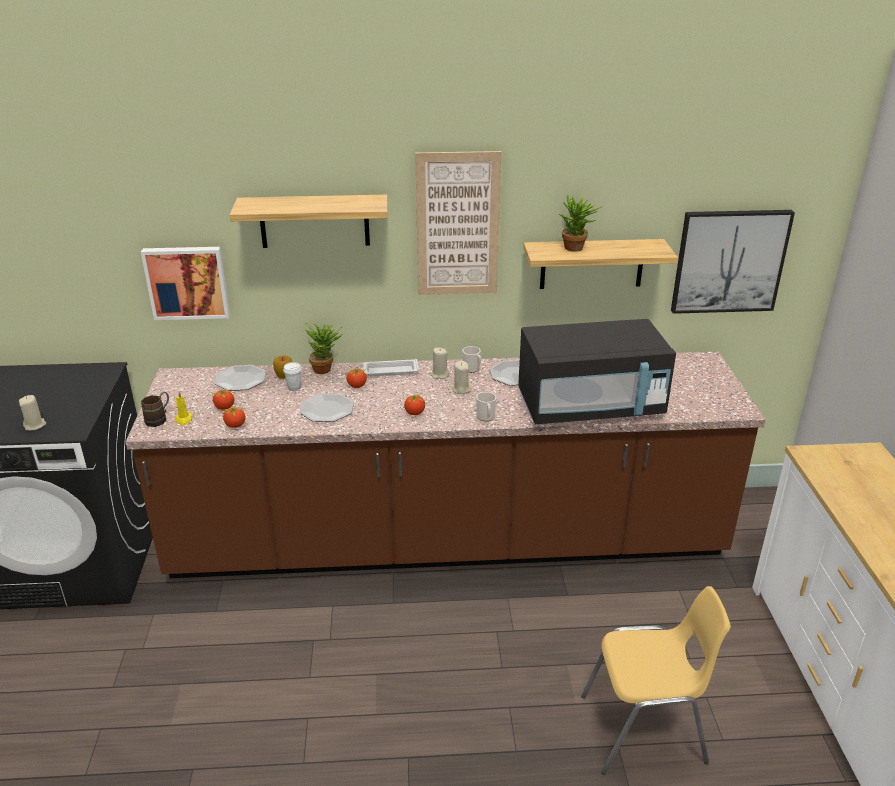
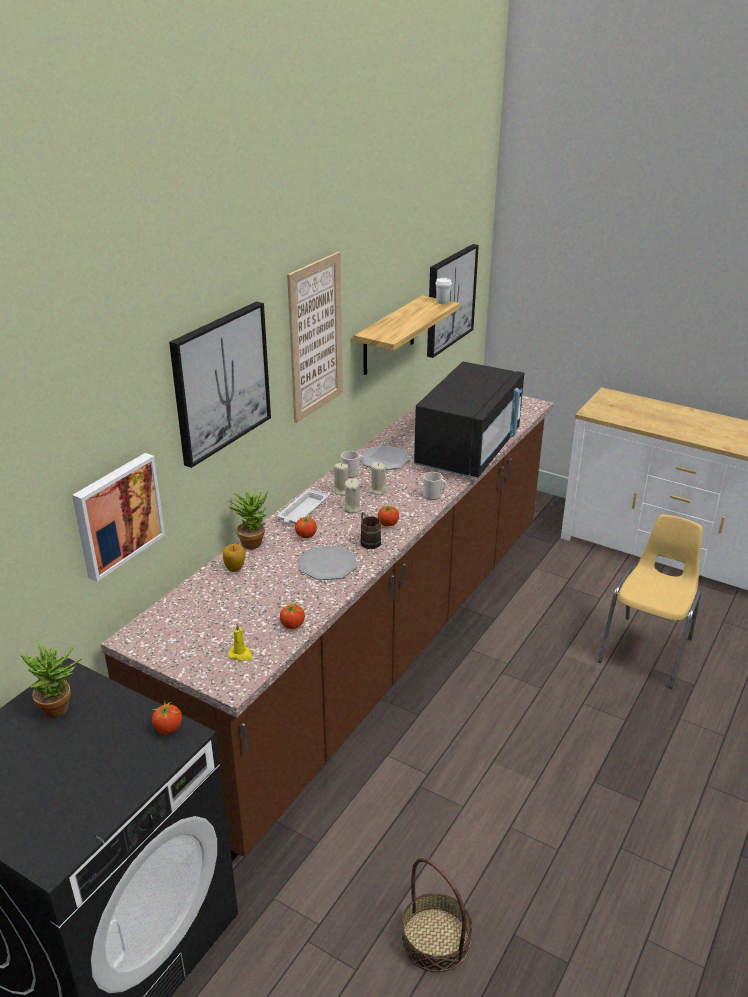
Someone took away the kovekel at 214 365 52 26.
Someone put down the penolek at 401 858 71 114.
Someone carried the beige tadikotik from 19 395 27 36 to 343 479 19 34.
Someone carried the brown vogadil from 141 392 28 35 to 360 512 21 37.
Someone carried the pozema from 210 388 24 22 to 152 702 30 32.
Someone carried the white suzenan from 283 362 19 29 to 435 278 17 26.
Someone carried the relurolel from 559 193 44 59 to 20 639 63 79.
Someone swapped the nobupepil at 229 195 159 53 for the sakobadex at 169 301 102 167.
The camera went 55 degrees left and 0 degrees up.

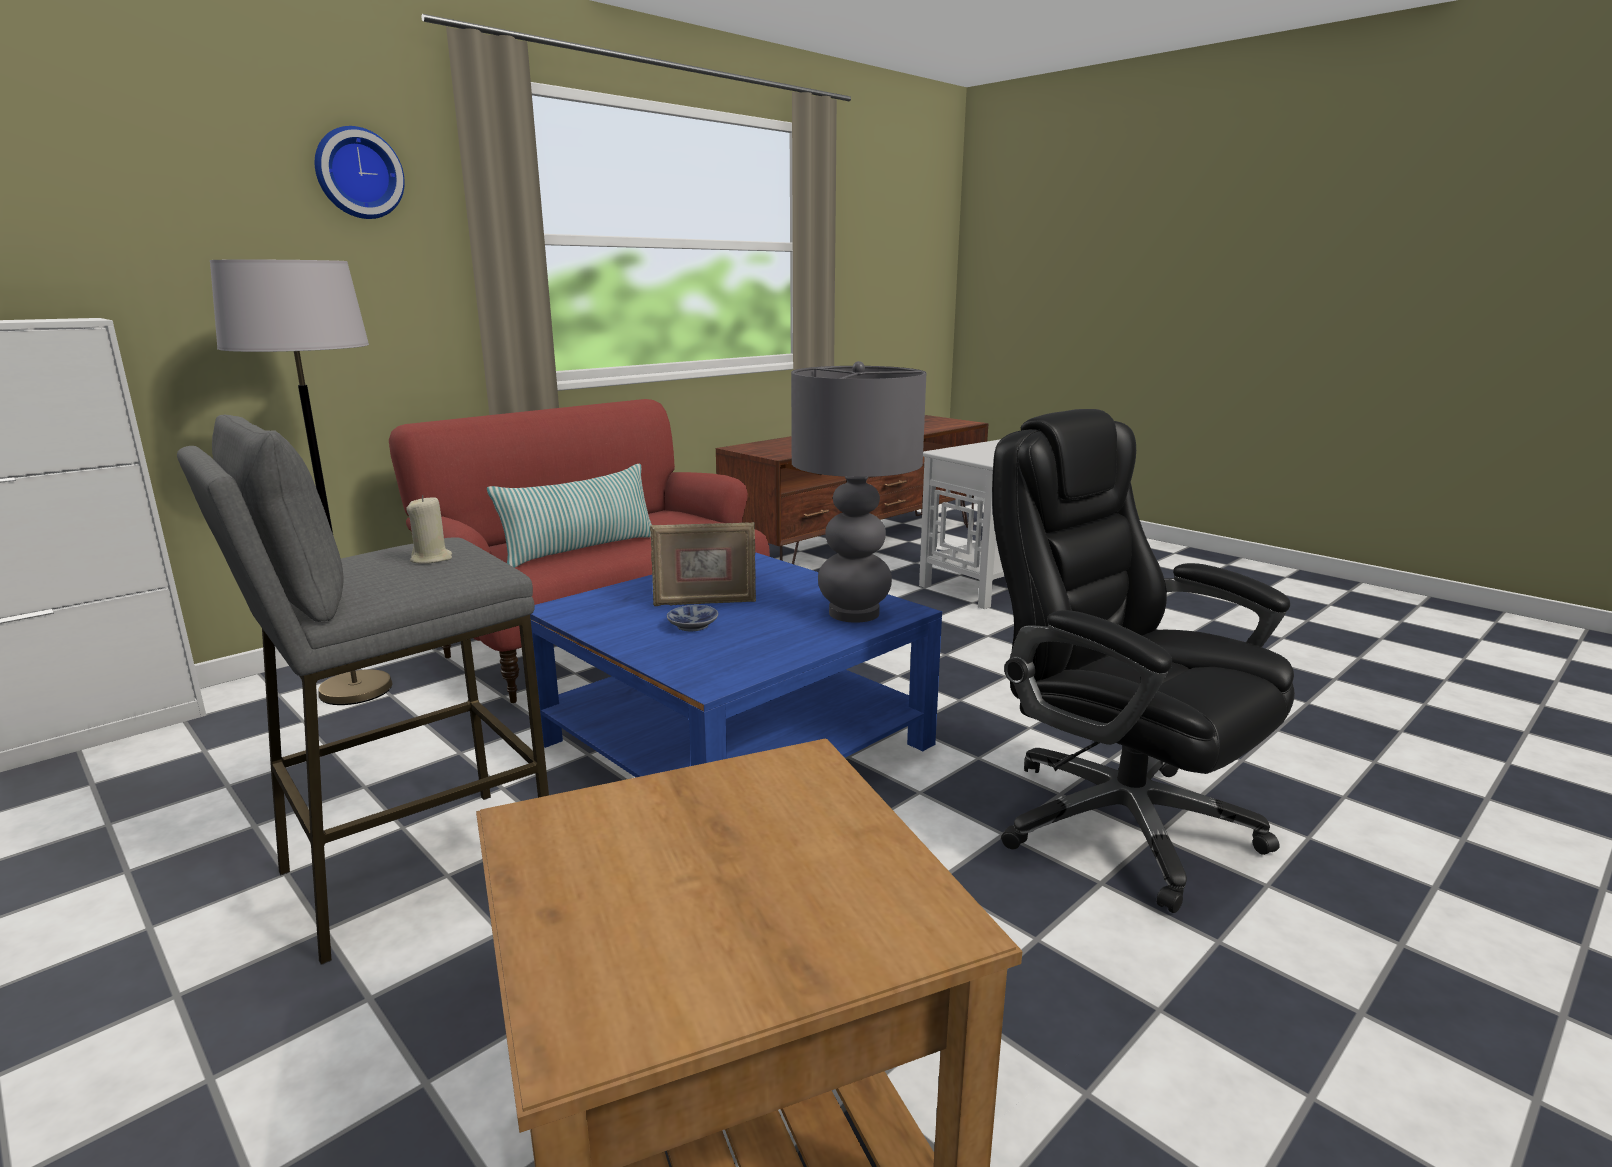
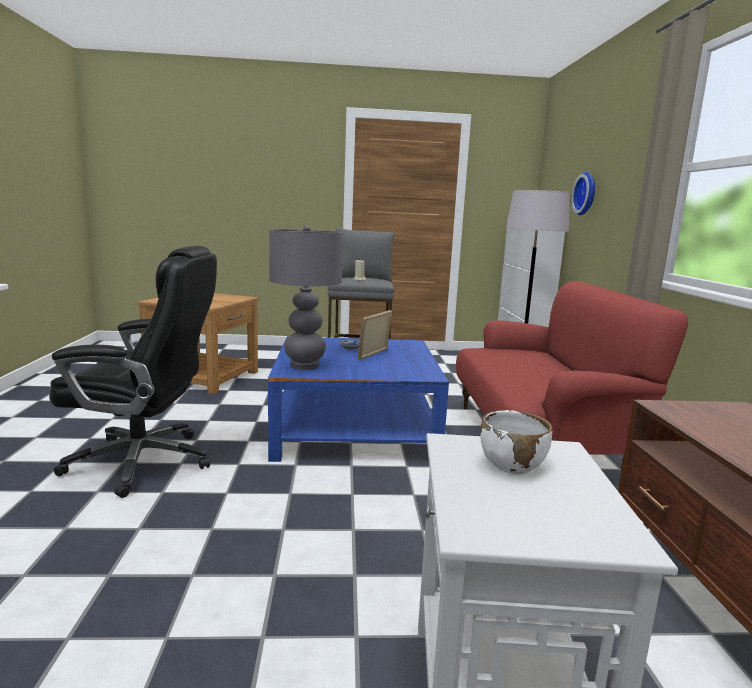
Someone took away the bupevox at 487 464 165 104.
Someone put down the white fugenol at 480 410 73 64.
Someone carried the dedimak from 315 126 90 93 to 571 172 24 43.
The camera went 130 degrees right and 5 degrees down.

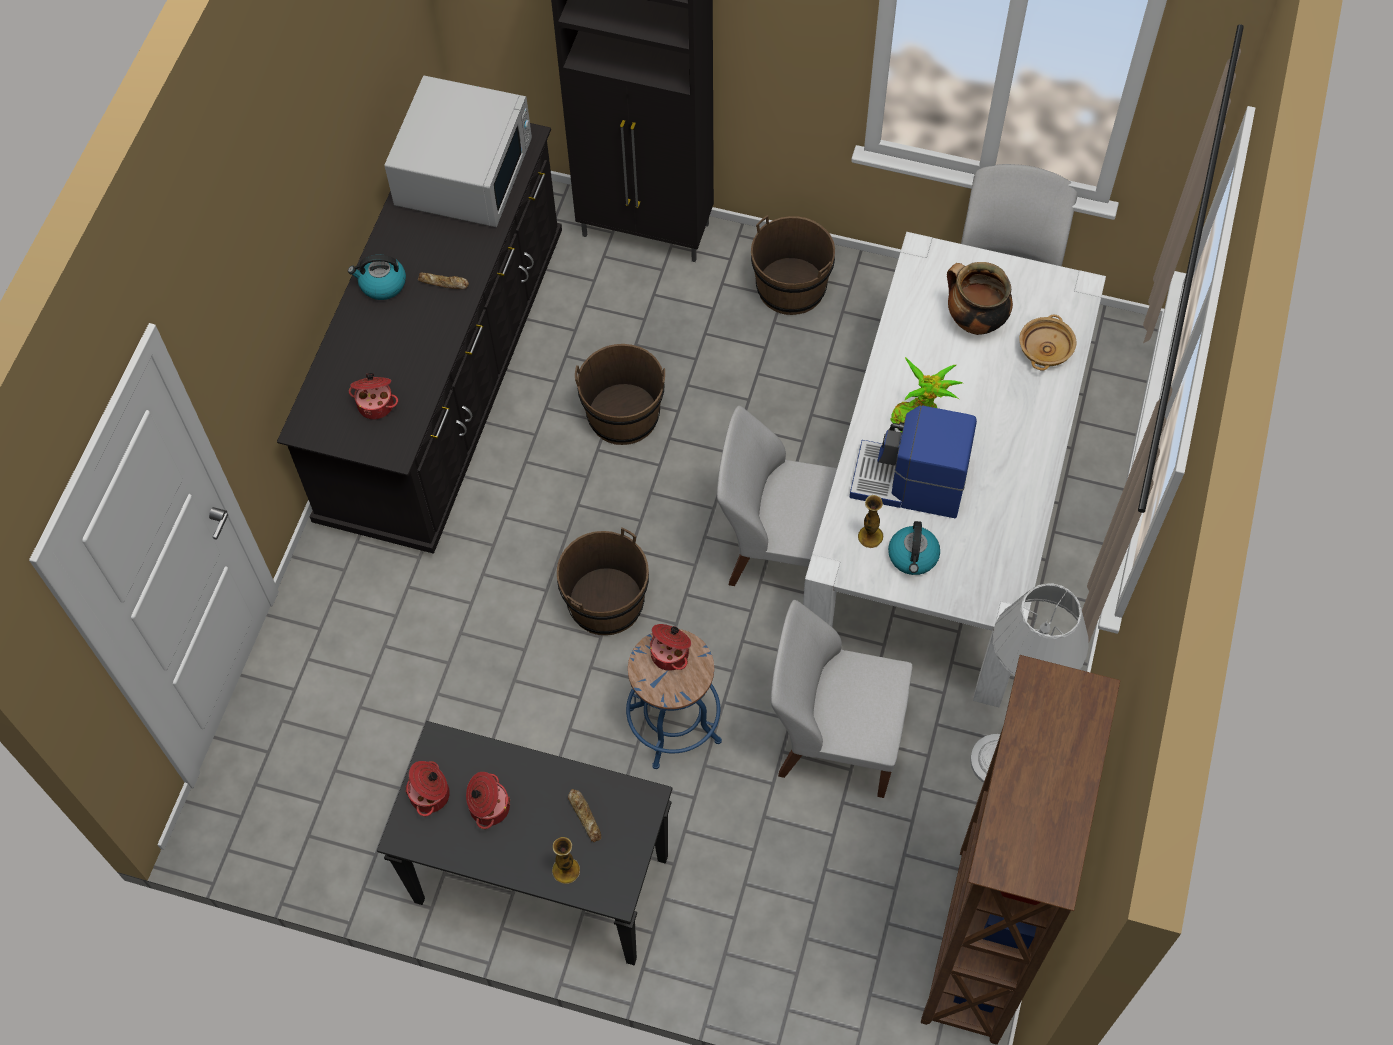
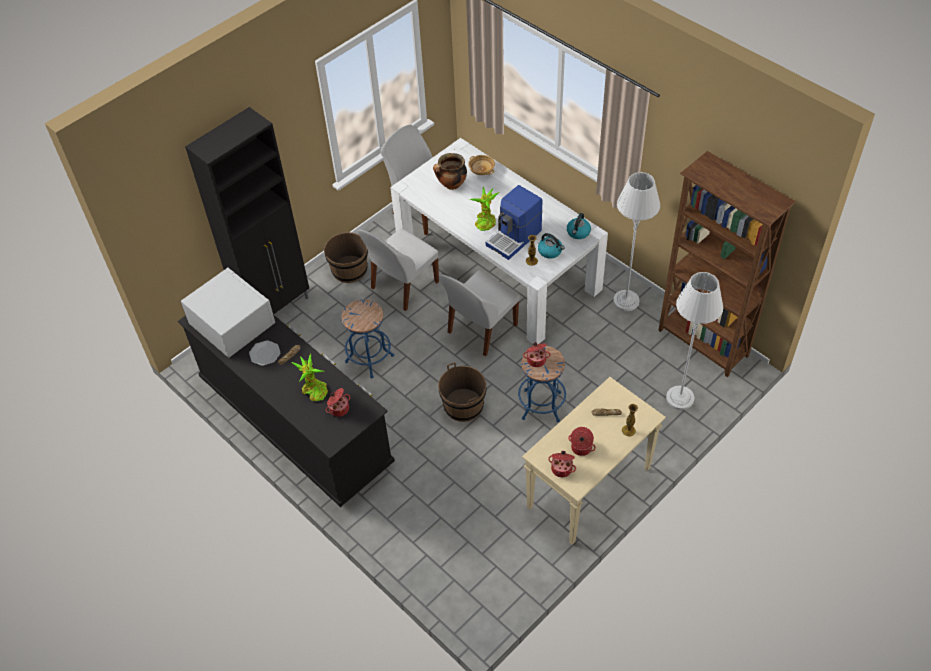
Someone put down the kovekel at 249 340 31 26.
Someone put down the relurolel at 291 353 37 48.
Someone put down the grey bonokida at 666 272 57 138.
Someone carried the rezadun from 348 255 58 45 to 567 213 24 26.
Someone carried the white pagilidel from 770 600 143 198 to 357 228 82 83.
Someone swapped the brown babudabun at 575 344 90 101 for the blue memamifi at 342 299 52 80.
Someone repainted the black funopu at 377 721 295 244, which became the beige funopu at 522 377 144 168.
The camera went 60 degrees left and 10 degrees down.

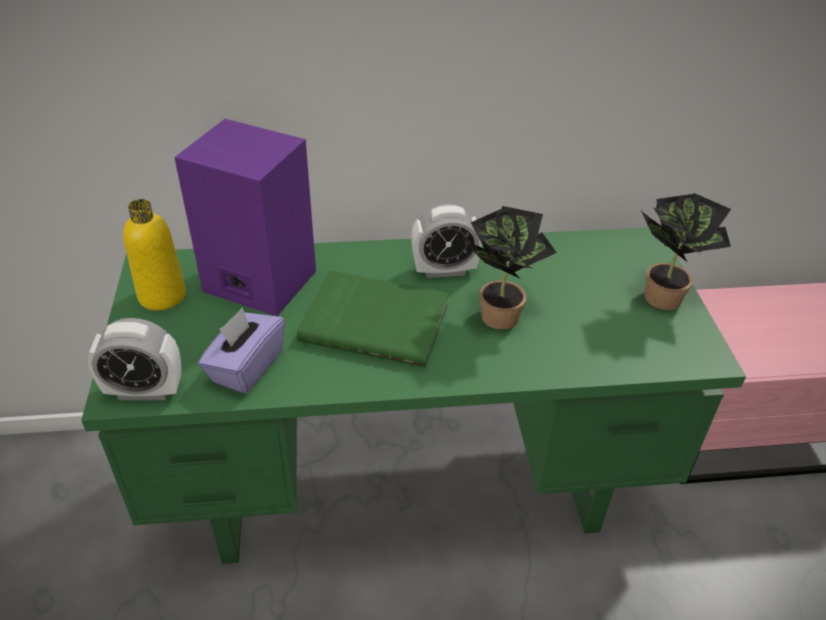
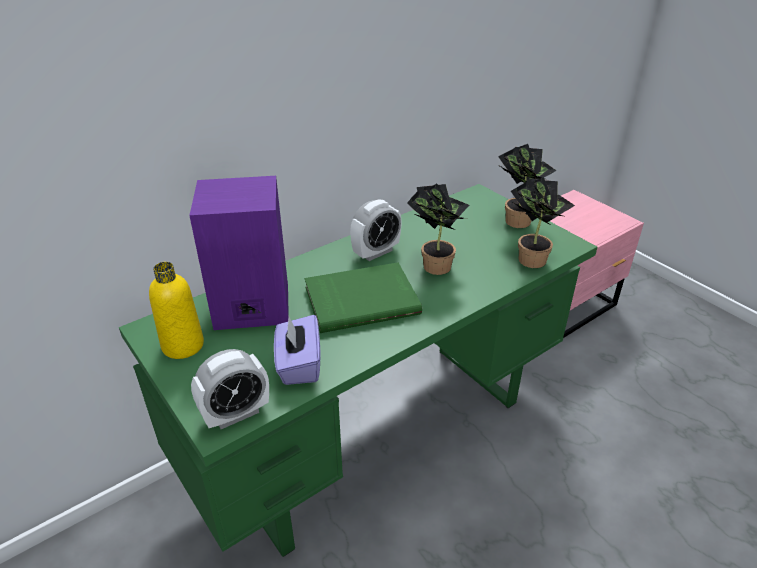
Someone put down the relurolel at 511 177 64 91.
The camera went 30 degrees left and 5 degrees down.

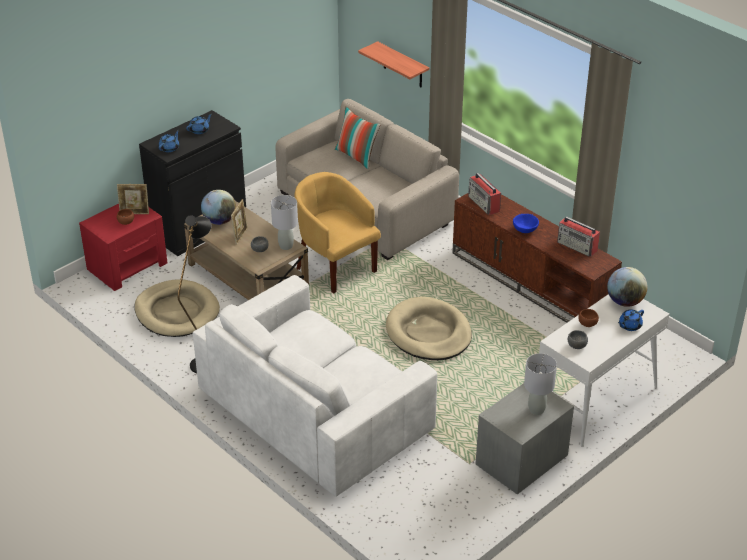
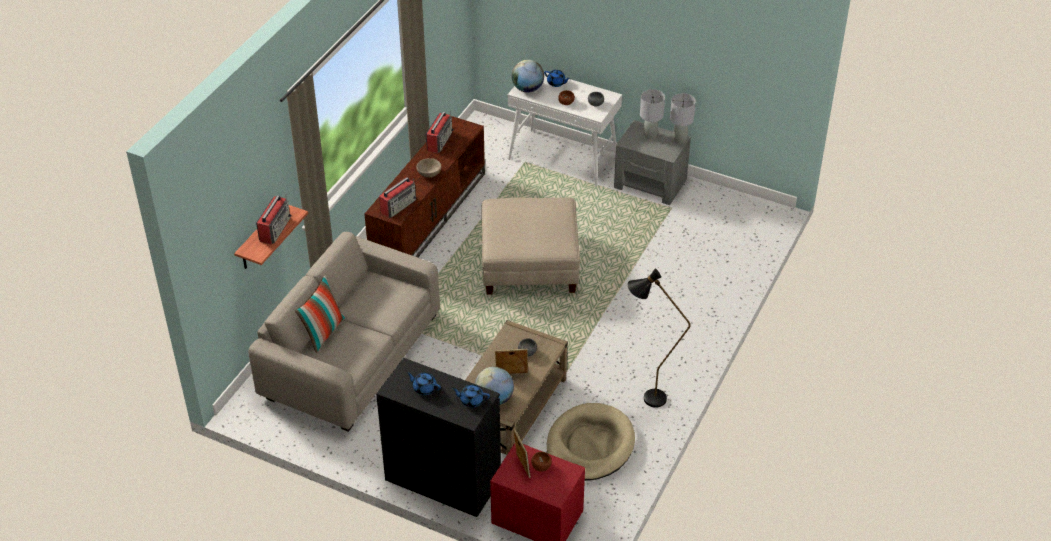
Someone took away the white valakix at 193 275 244 222.
Someone took away the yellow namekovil at 295 172 86 121.
Someone put down the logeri at 256 194 35 51.
Someone carried the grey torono from 271 195 27 55 to 670 93 26 51.
Someone swapped the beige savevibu at 386 296 86 64 for the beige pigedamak at 481 197 99 98.
Someone repainted the blue fugenol at 513 214 26 19, which became the beige fugenol at 416 158 25 20.
The camera went 110 degrees left and 5 degrees up.

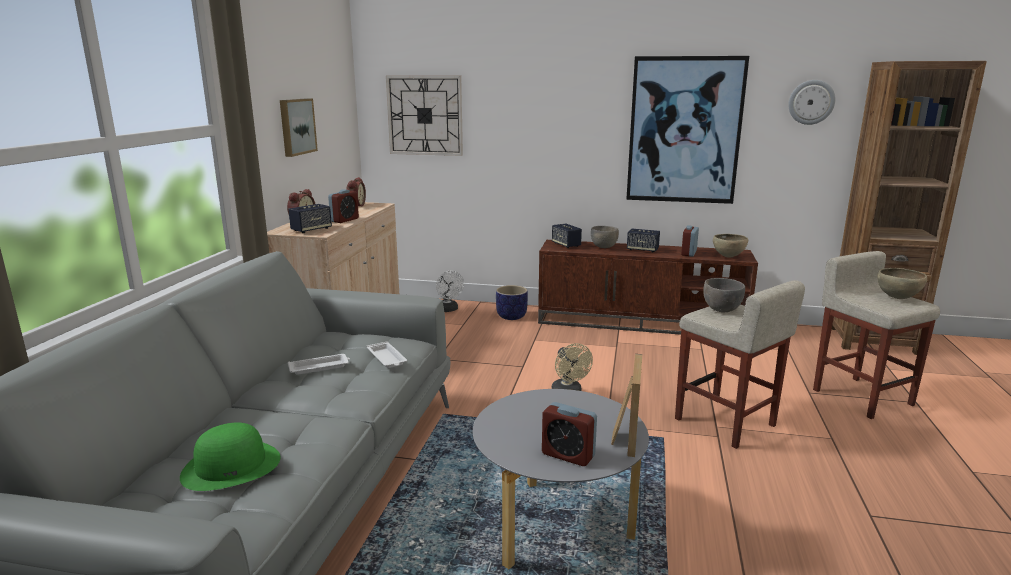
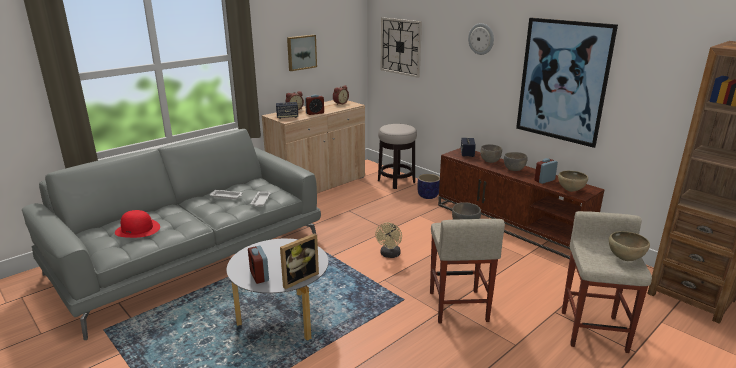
Someone carried the dedimak from 788 80 47 45 to 468 23 26 32.
Someone swapped the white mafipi at 436 271 28 41 for the memamifi at 378 124 39 65.
Someone swapped the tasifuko at 627 228 33 25 for the grey fugenol at 504 152 24 19.
Someone repainted the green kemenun at 180 422 100 69, which became the red kemenun at 115 210 45 28.
The camera went 35 degrees right and 5 degrees up.

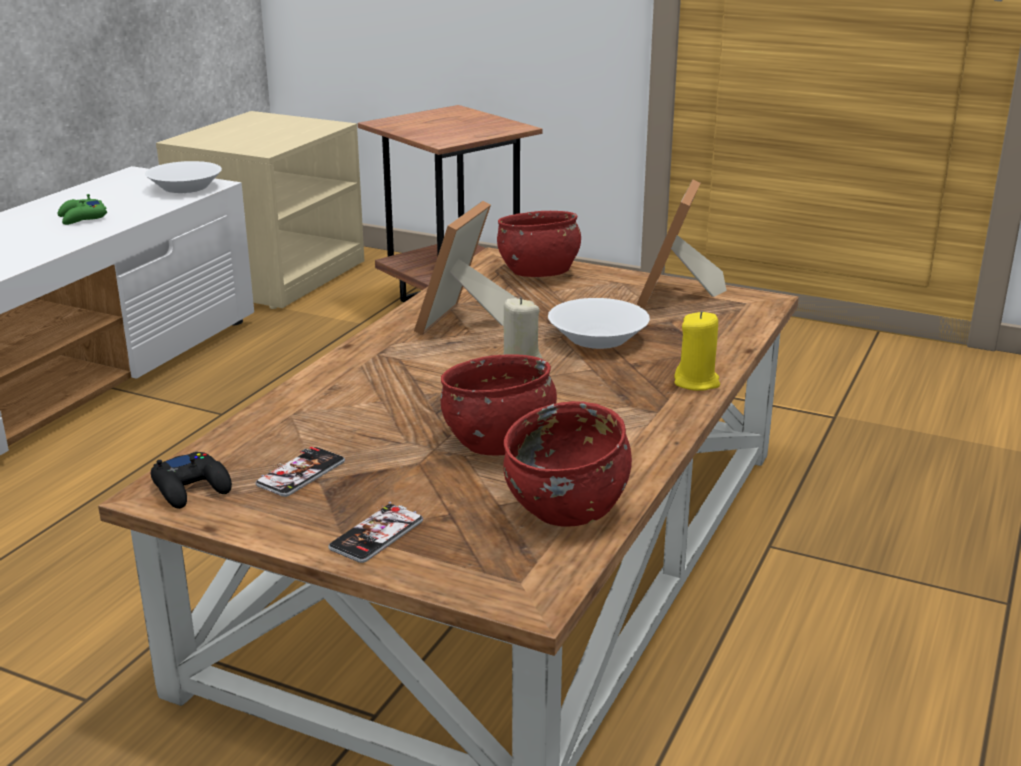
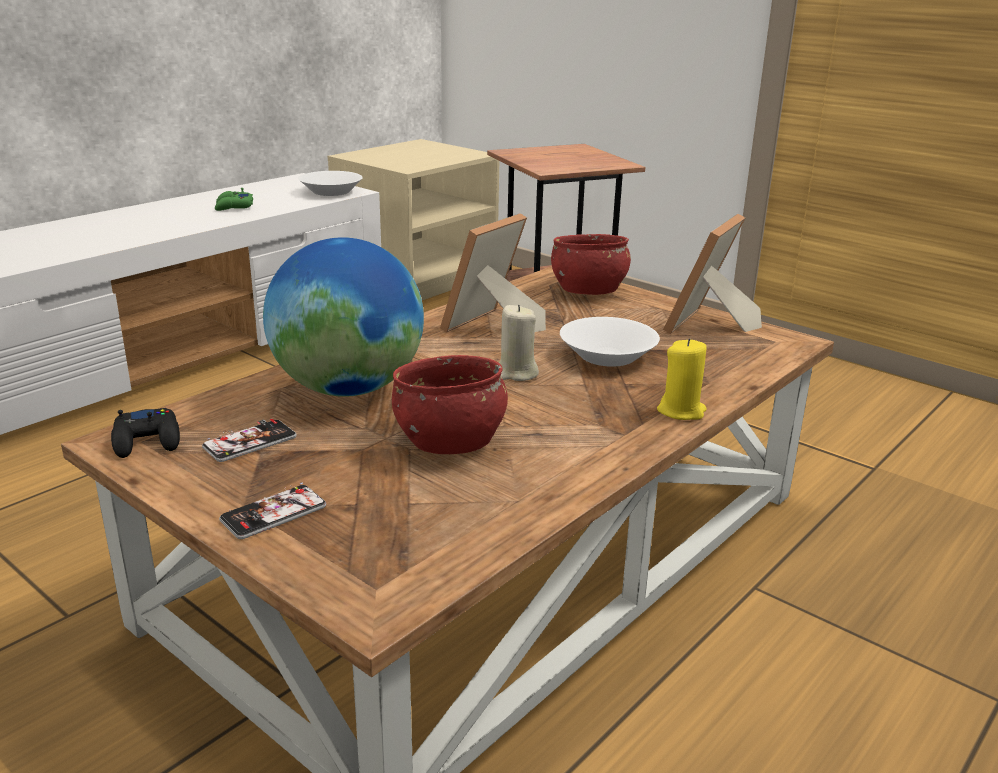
Someone took away the red fugenol at 504 401 128 125.
Someone put down the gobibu at 263 237 161 160.
The camera went 15 degrees right and 0 degrees up.

